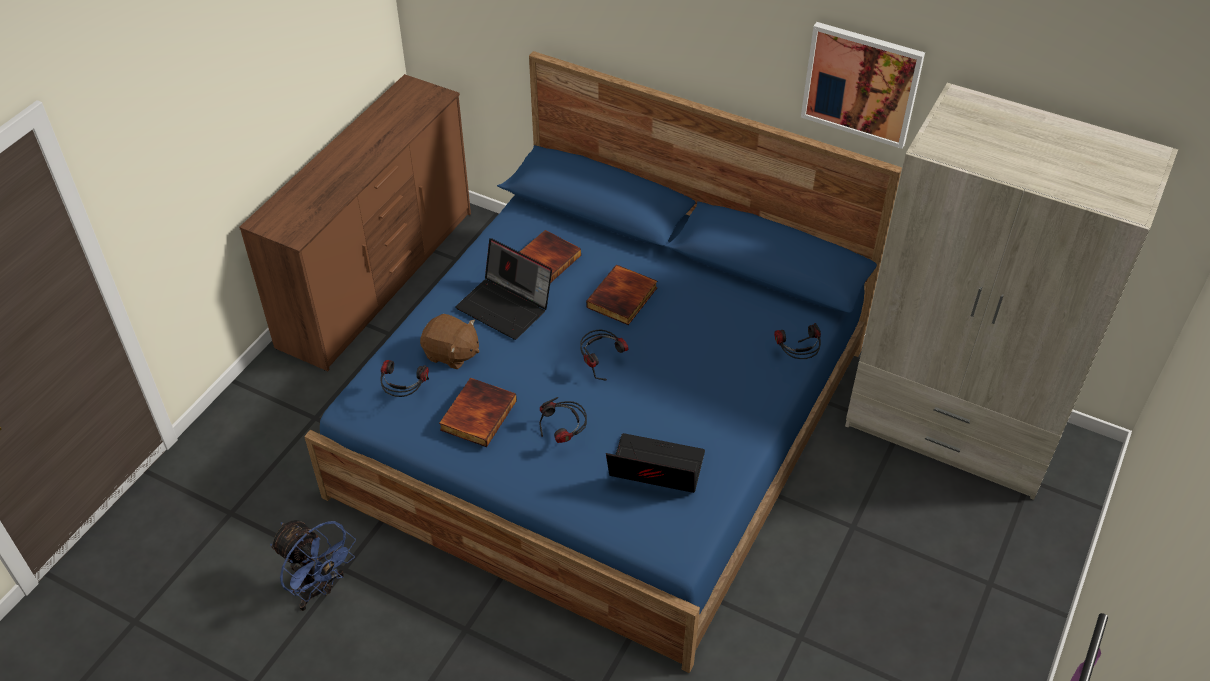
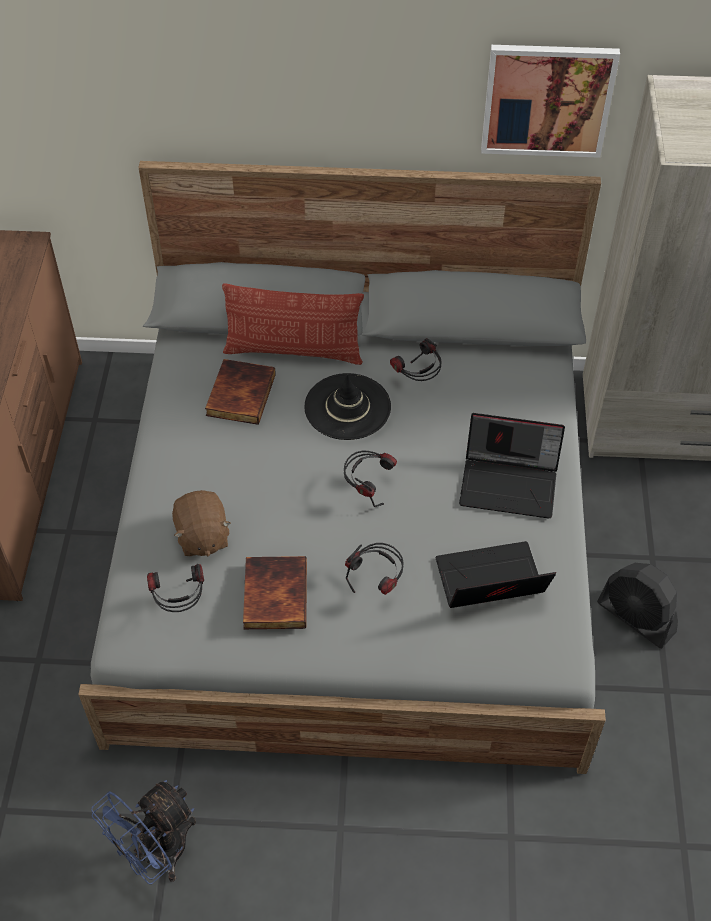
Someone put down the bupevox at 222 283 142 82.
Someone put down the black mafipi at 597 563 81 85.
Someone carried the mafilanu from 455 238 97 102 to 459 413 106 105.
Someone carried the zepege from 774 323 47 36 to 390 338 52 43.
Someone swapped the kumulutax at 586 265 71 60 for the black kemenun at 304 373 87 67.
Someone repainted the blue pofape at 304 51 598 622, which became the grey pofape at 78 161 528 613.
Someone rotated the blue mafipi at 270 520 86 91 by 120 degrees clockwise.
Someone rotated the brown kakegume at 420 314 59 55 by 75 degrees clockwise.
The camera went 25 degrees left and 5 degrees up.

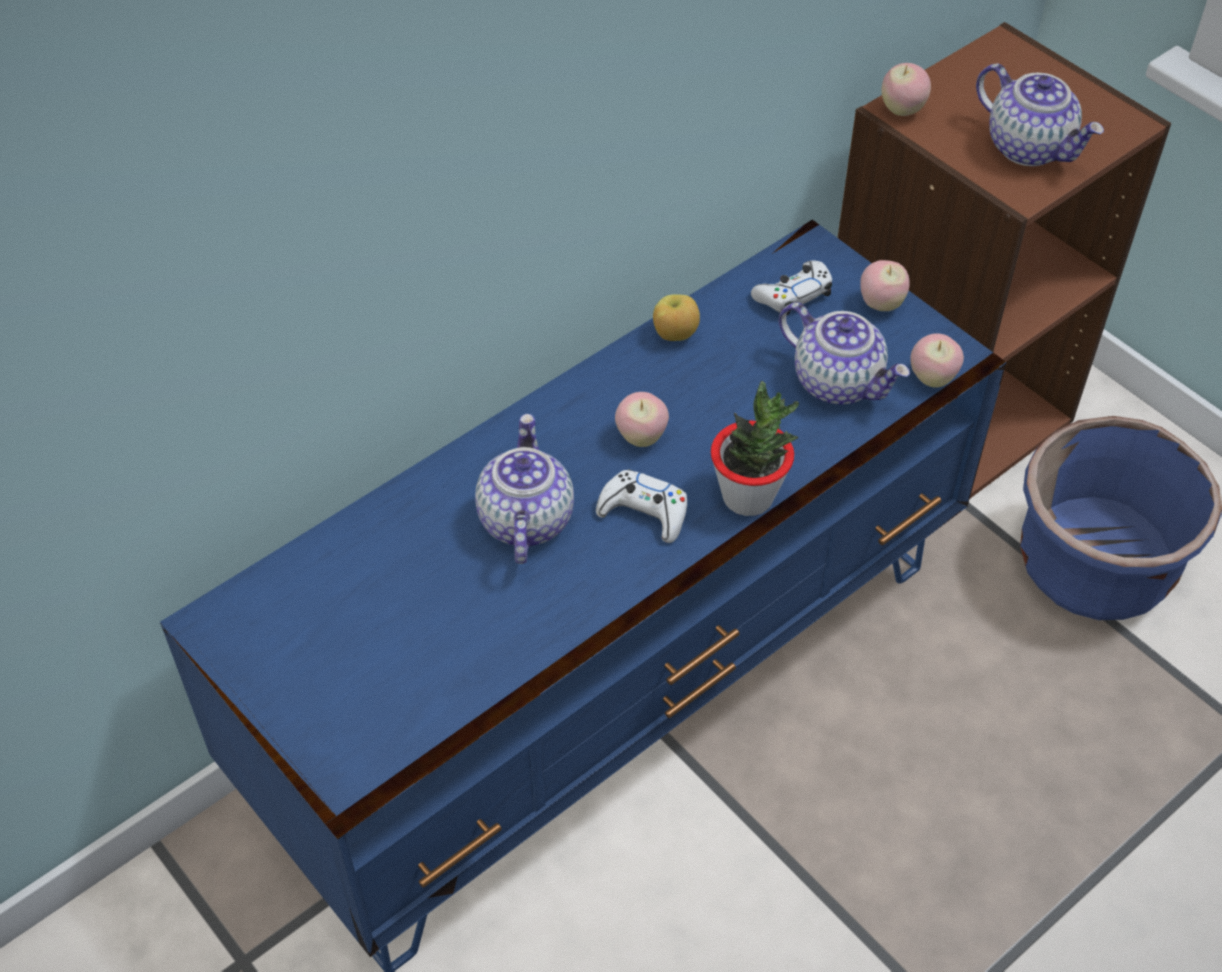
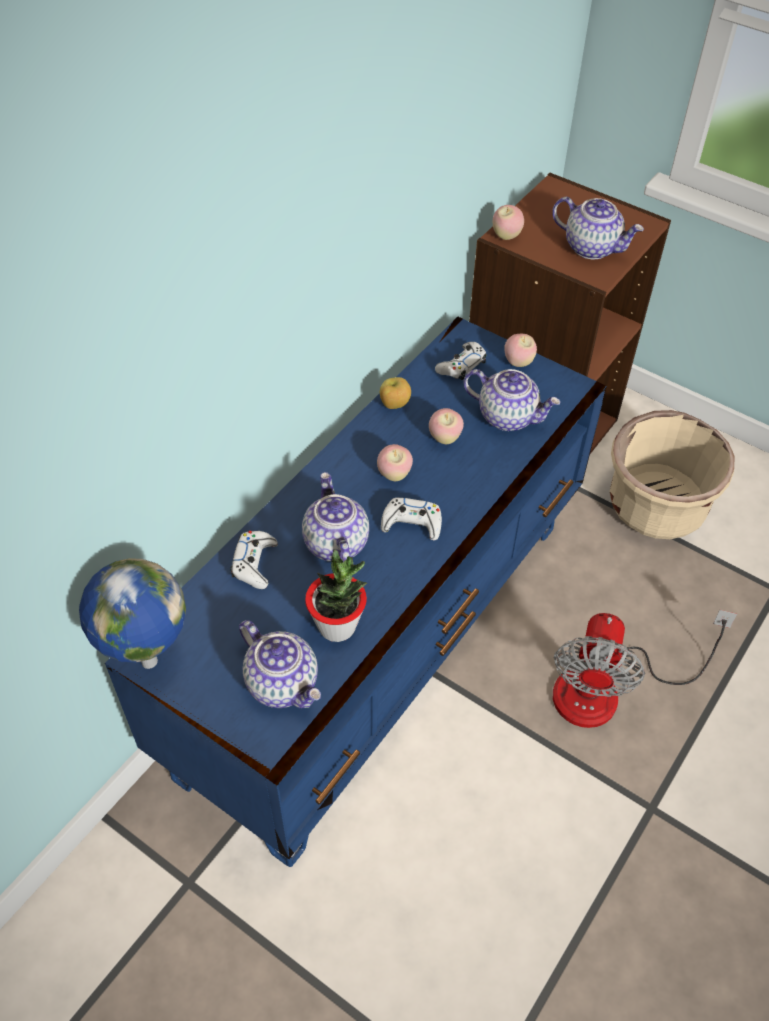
Someone put down the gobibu at 79 558 107 111.
Someone put down the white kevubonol at 230 531 48 58.
Someone put down the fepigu at 239 620 82 88.
Someone put down the mafipi at 553 610 184 118.
Someone carried the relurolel from 711 381 88 135 to 305 549 62 93.
Someone carried the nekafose from 910 333 54 55 to 429 408 35 36.
Someone repainted the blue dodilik at 1020 416 202 204, which became the beige dodilik at 610 410 125 129.
The camera went 15 degrees left and 0 degrees up.

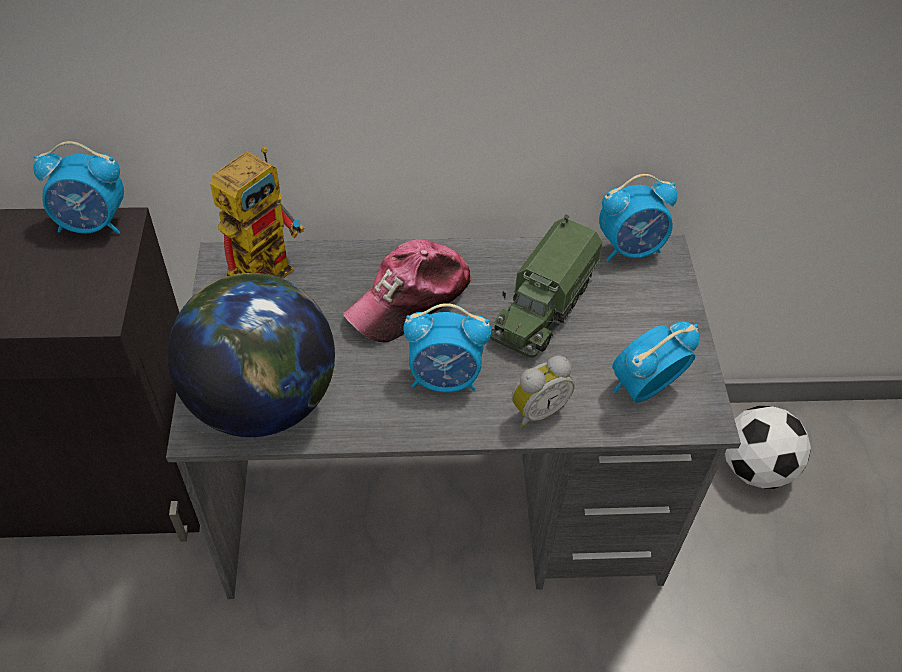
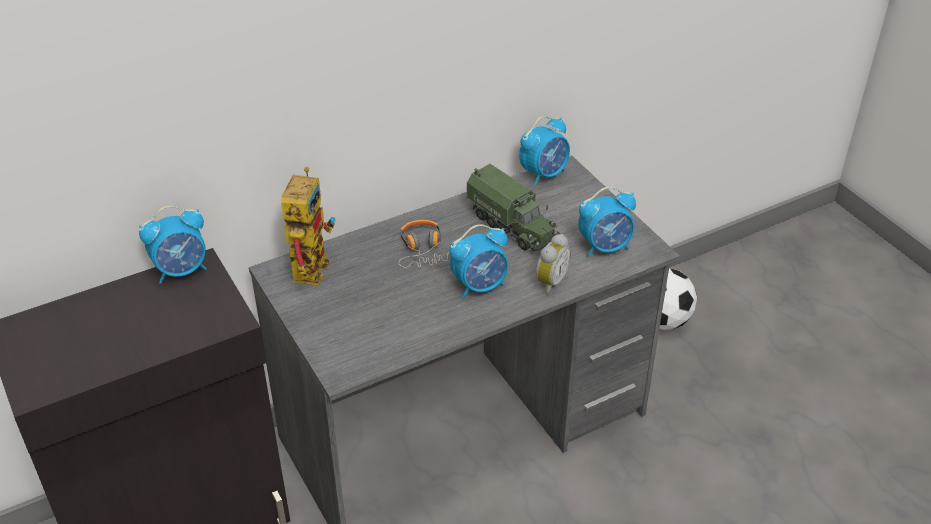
Someone took away the gobibu at 167 273 168 164.
Someone swapped the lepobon at 343 239 129 104 for the zepege at 399 220 51 48.
Someone rotated the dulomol at 490 215 113 143 by 45 degrees counterclockwise.
Someone rotated the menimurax at 612 322 88 81 by 135 degrees counterclockwise.
The camera went 25 degrees left and 10 degrees down.

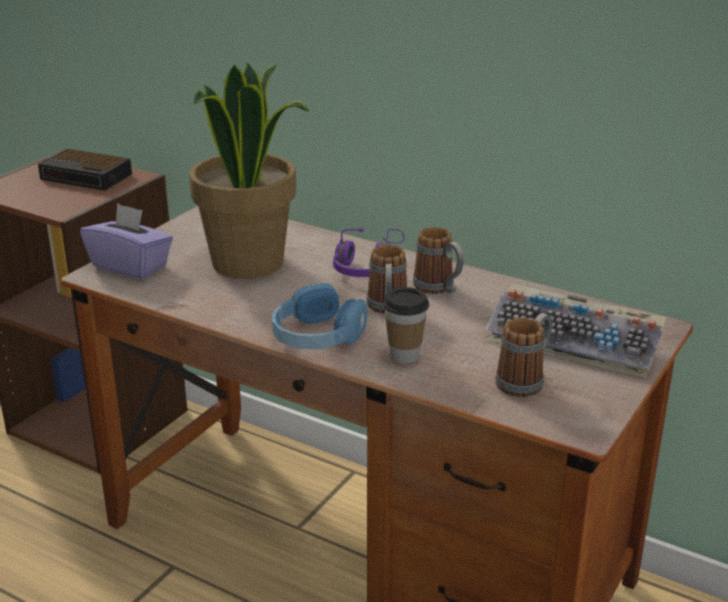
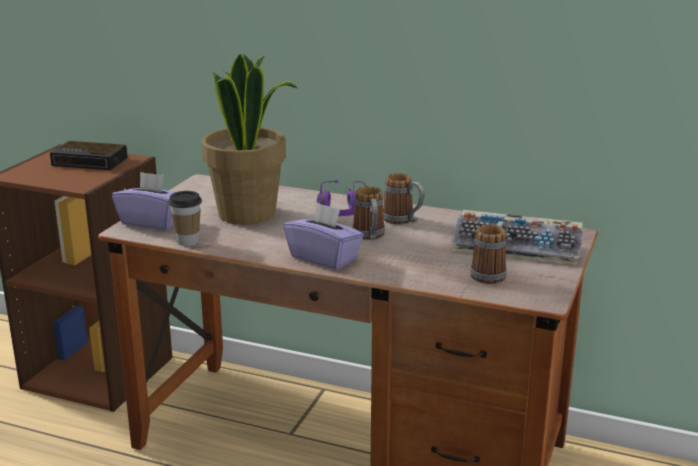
Someone carried the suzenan from 383 287 46 76 to 168 191 34 55.
Someone swapped the blue zepege at 272 283 96 67 for the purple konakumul at 284 203 80 67.
The camera went 10 degrees left and 5 degrees down.

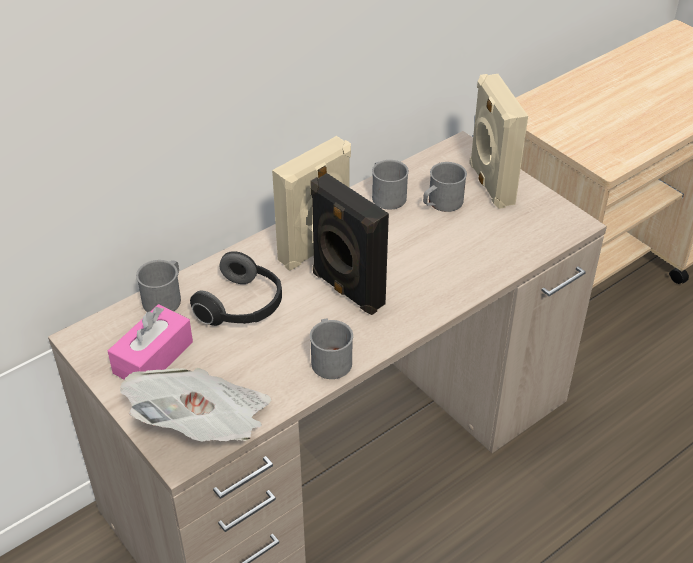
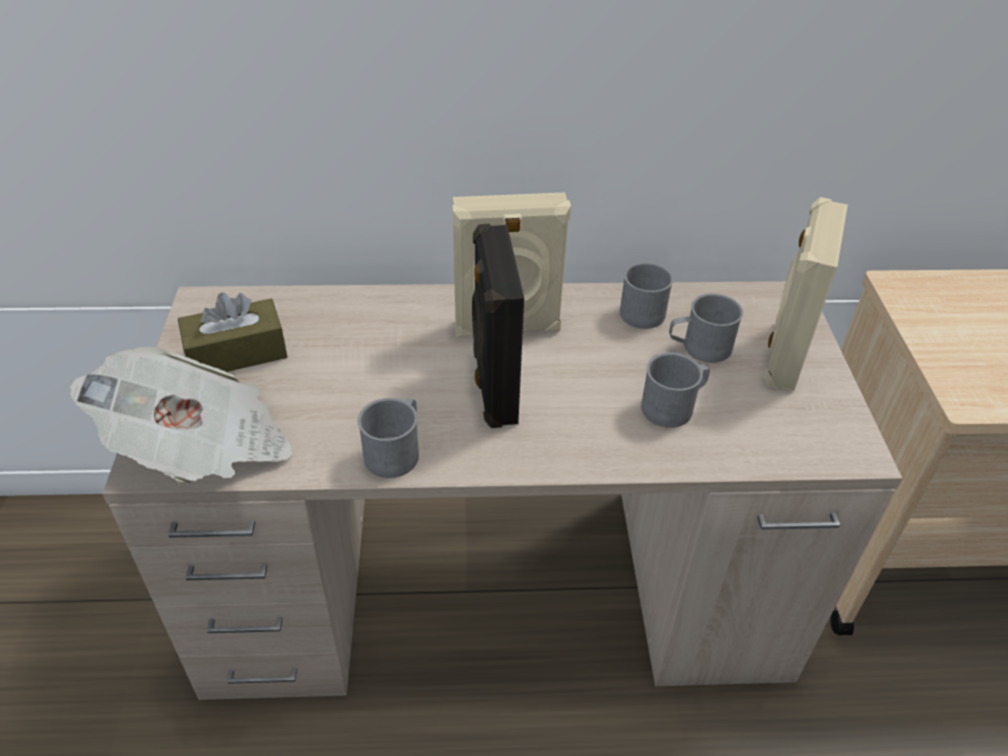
Someone took away the zepege at 190 251 92 75.
Someone carried the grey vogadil from 136 260 45 52 to 641 353 69 75.
Someone repainted the pink konakumul at 108 304 85 75, which became the brown konakumul at 178 293 109 79.
The camera went 35 degrees right and 0 degrees up.

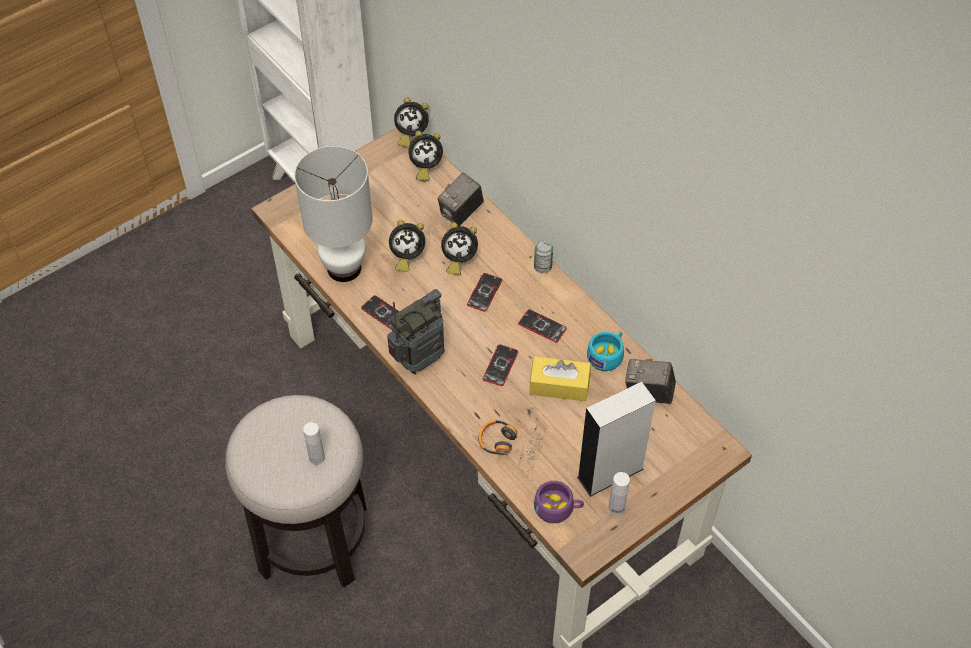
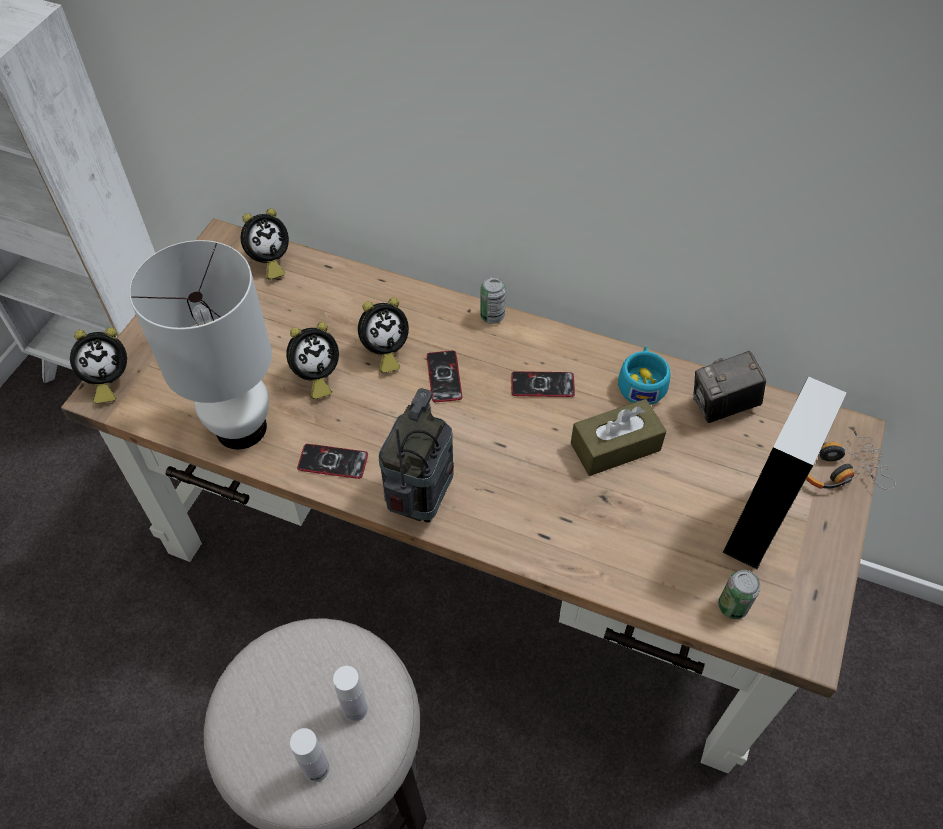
Someone took away the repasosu at 438 173 46 53.
Someone took away the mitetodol at 483 344 35 42.
Someone carried the menimurax from 394 97 35 51 to 70 327 57 76.
Someone carried the zepege from 478 420 64 51 to 806 428 90 62.
Someone carried the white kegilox from 609 472 21 43 to 290 728 39 54.
Someone swapped the purple suzenan at 534 481 50 42 for the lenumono at 718 570 43 49.
Someone repainted the yellow konakumul at 530 356 61 45, which became the brown konakumul at 571 399 95 77.
The camera went 30 degrees left and 0 degrees up.

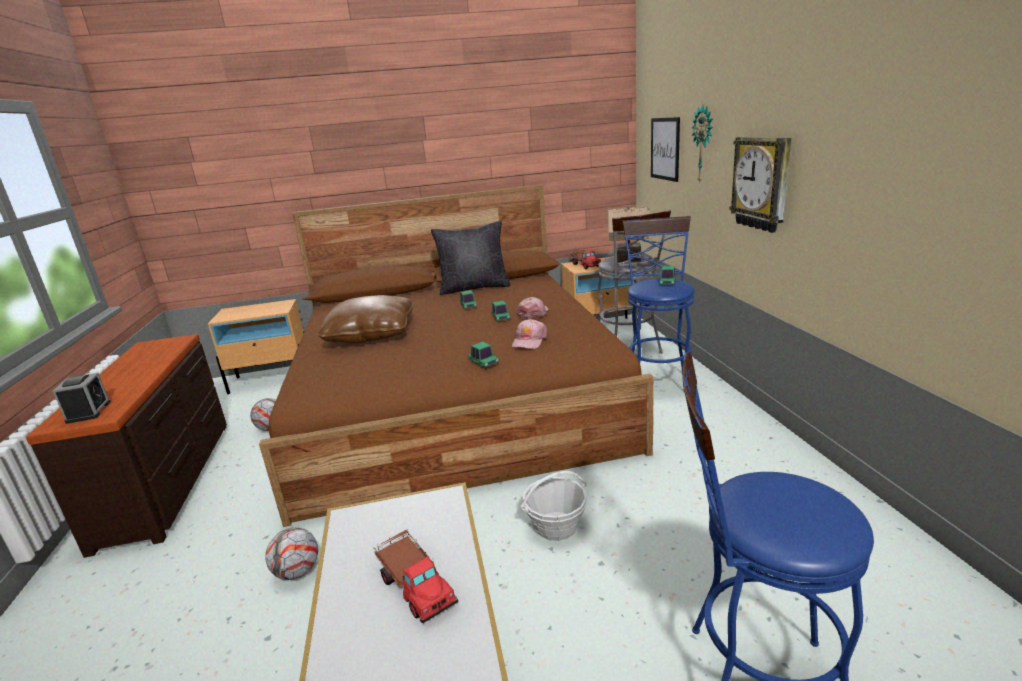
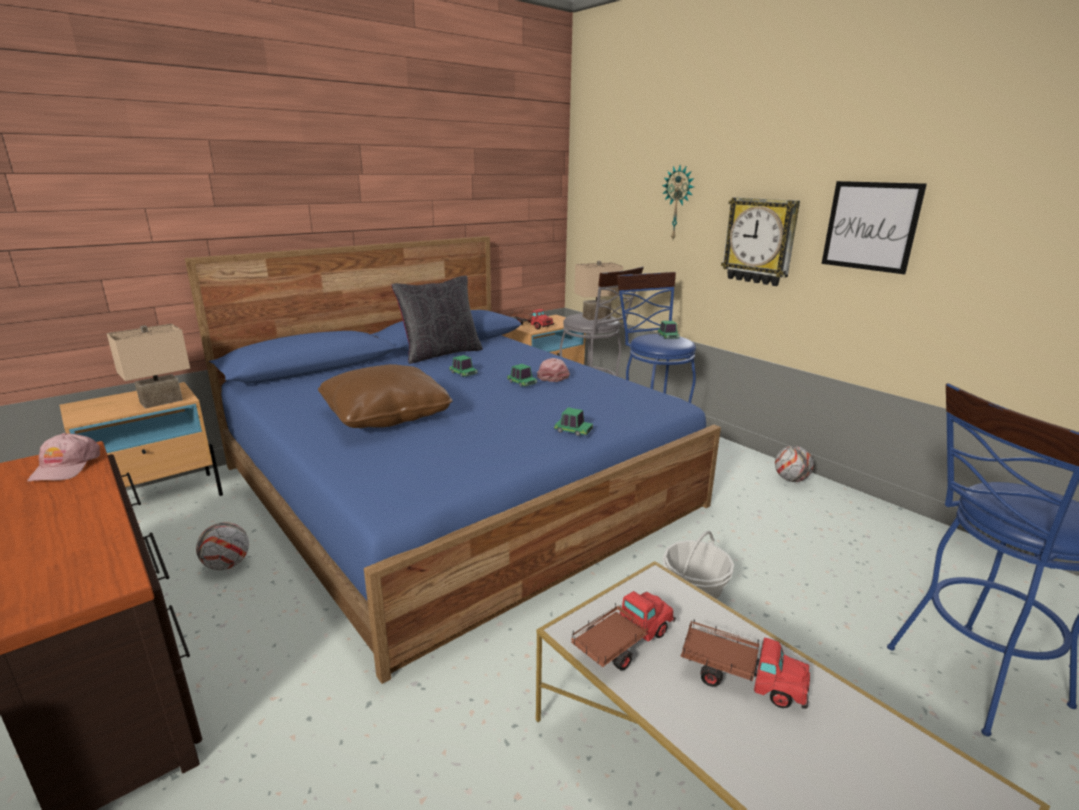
Someone took away the menimurax at 53 373 58 51.
Someone put down the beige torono at 107 324 83 85.
Someone put down the dulomol at 571 591 105 80.
Someone carried the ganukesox from 265 527 53 53 to 775 446 39 36.
Someone carried the pink lepobon from 512 319 36 30 to 27 433 73 49.
Someone carried the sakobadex from 651 117 29 65 to 822 181 105 93.
Someone repainted the brown pofape at 259 185 395 342, which became the blue pofape at 185 236 536 448.
The camera went 30 degrees left and 0 degrees up.

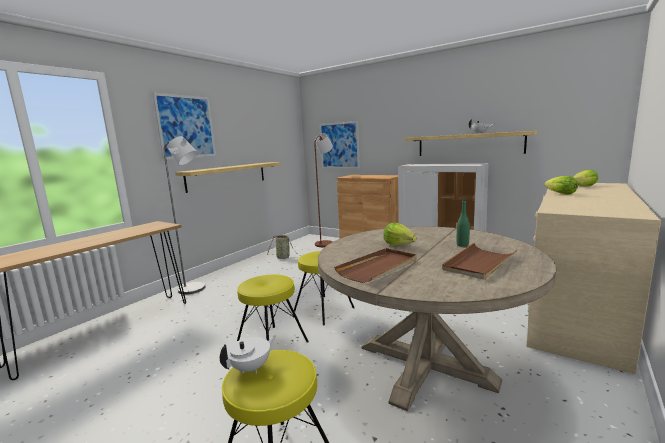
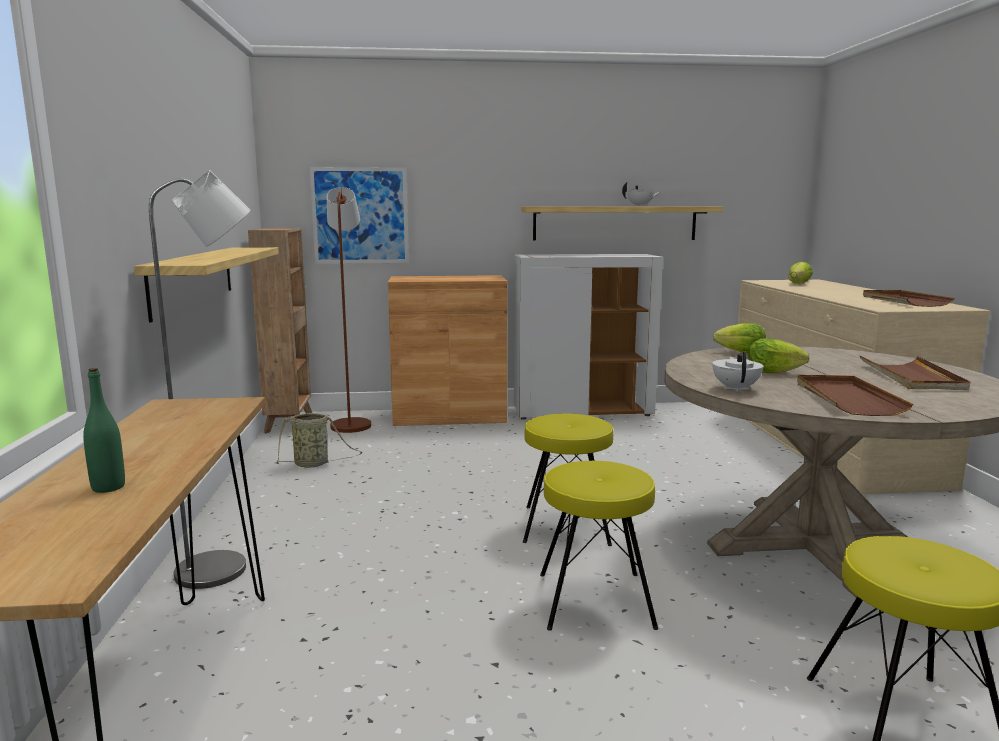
Someone took away the sakobadex at 153 93 63 67.
Someone put down the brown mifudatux at 248 228 65 205.
Someone put down the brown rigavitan at 863 290 91 17.
Someone carried the white fepigu from 220 335 57 38 to 712 352 52 40.
Someone carried the green kegilox from 457 200 13 47 to 83 368 42 125.
Someone carried the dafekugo from 544 176 34 19 to 713 323 53 30.
The camera went 40 degrees left and 0 degrees up.

